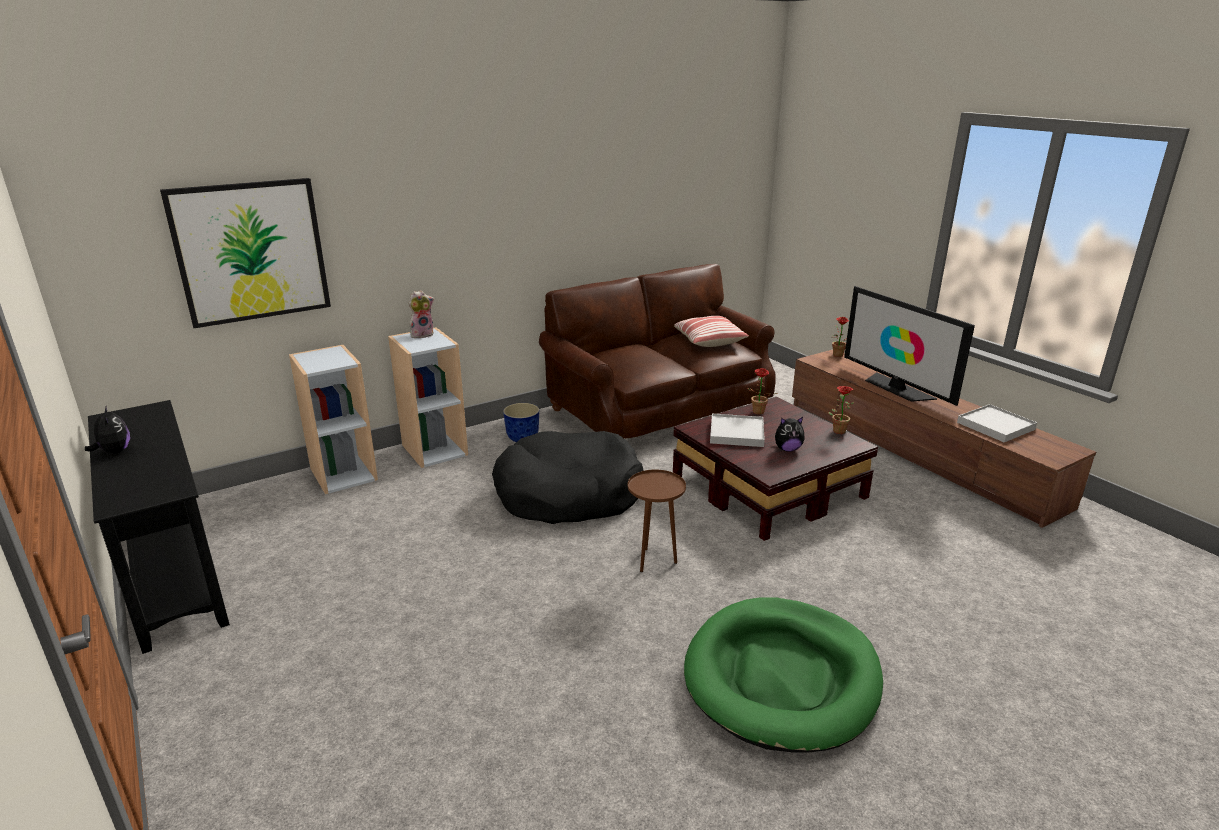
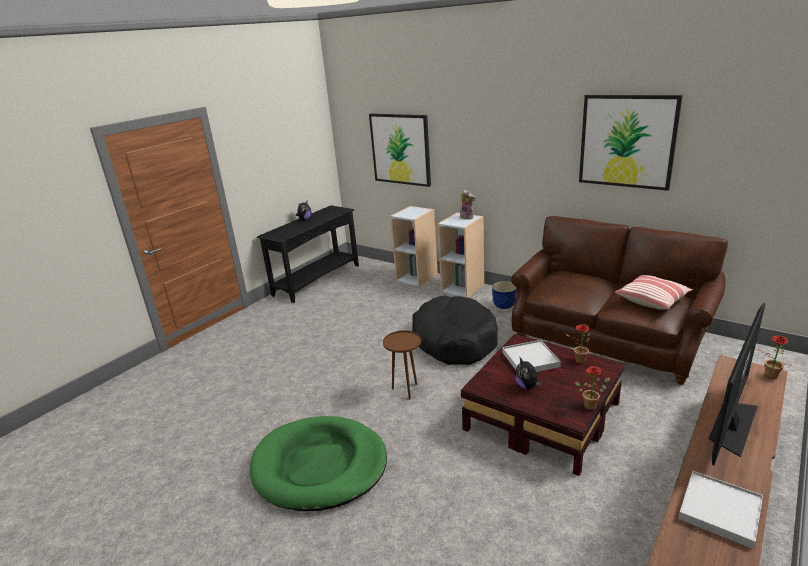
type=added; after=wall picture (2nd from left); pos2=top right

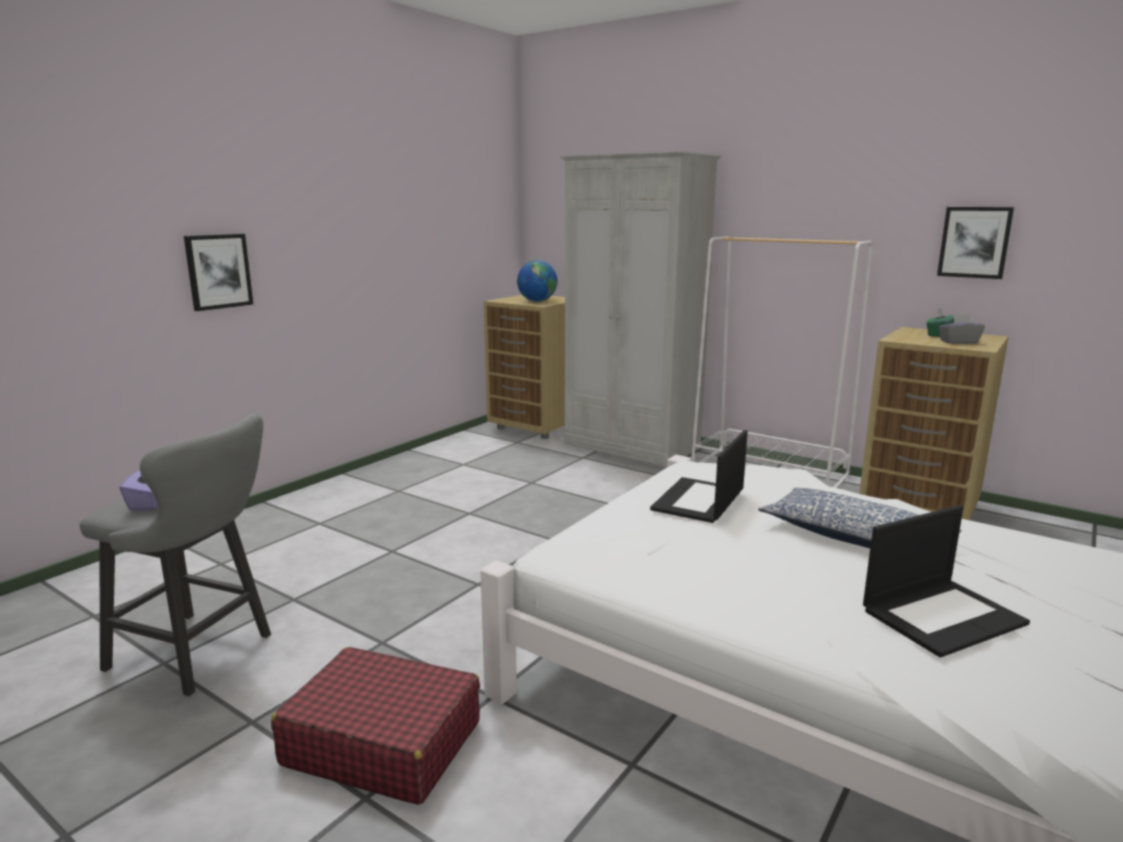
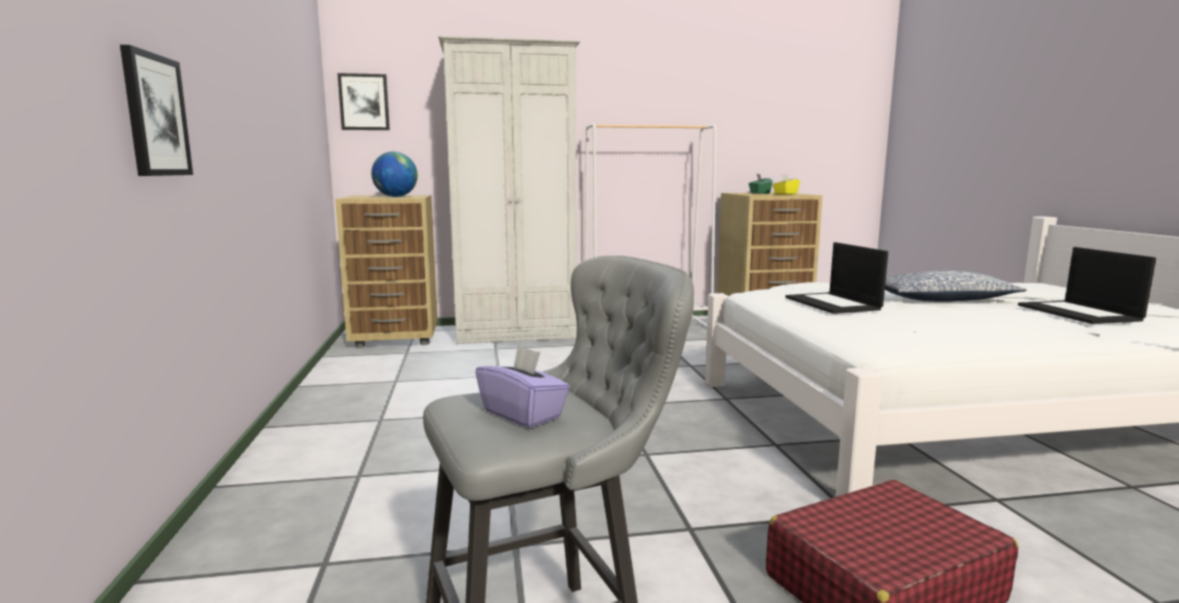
type=turned; before=portable computer (2nd from left); pos1=bottom right; pos2=middle right; turn=150
type=moved; before=wall picture (2nd from left); pos1=top right; pos2=top left
type=recoloured; before=grey tissue box; after=yellow-coloured tissue box; pos1=middle right; pos2=top right

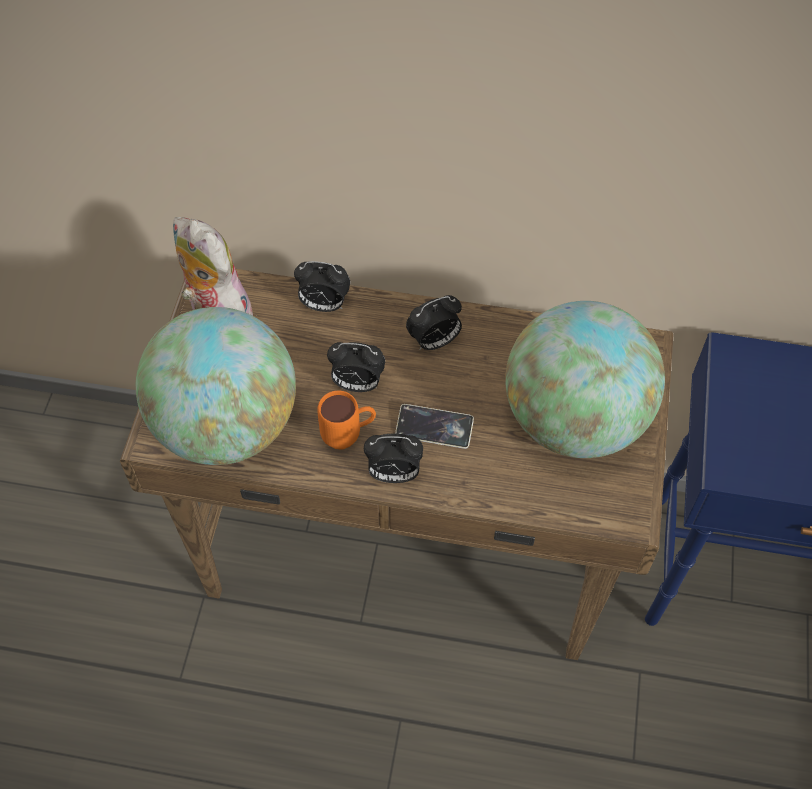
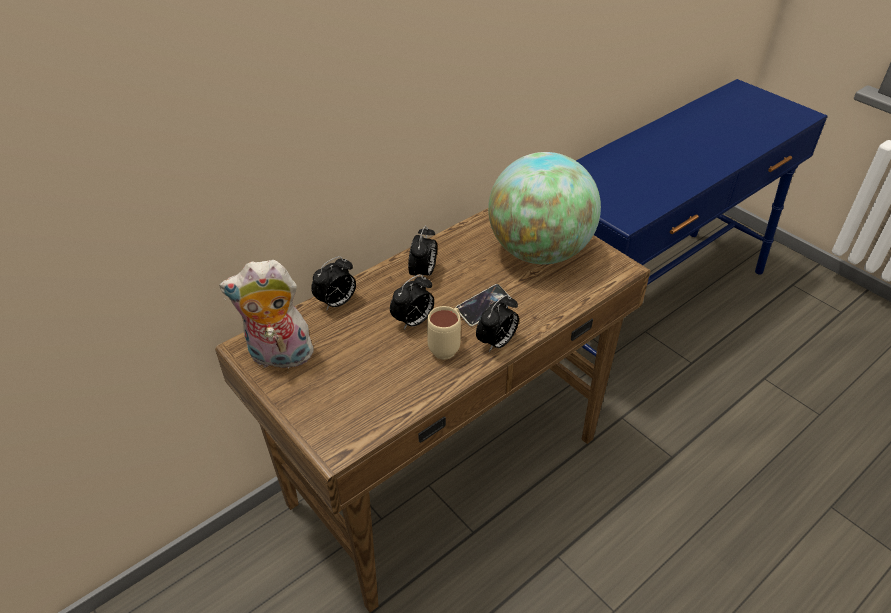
type=removed; before=desk globe (1st from left); pos1=middle left
type=recoloured; before=orange-coloured tea mug; after=beige-coloured tea mug; pos1=centre; pos2=centre

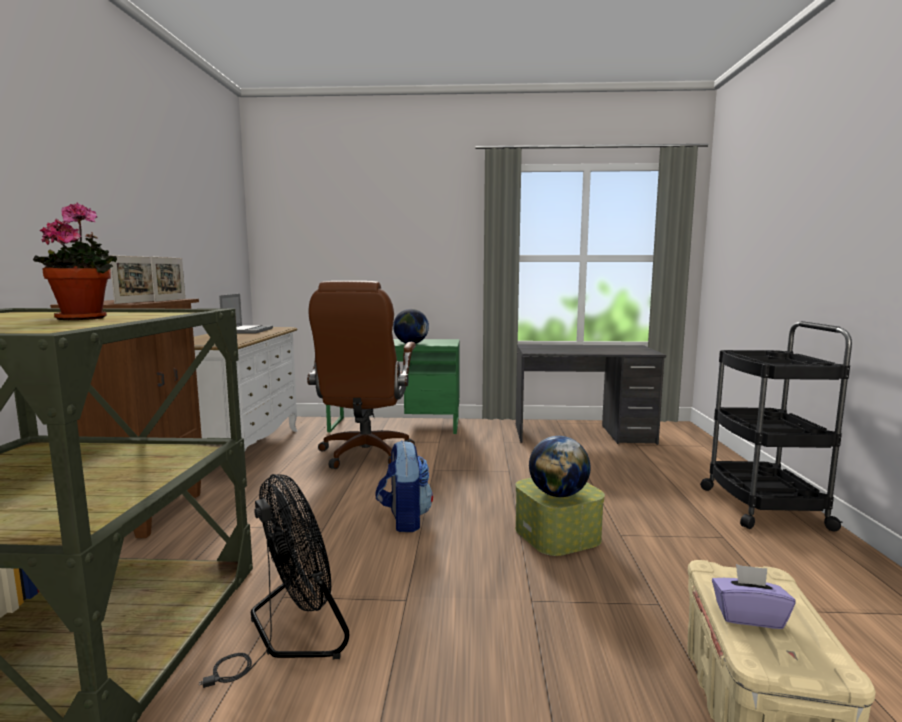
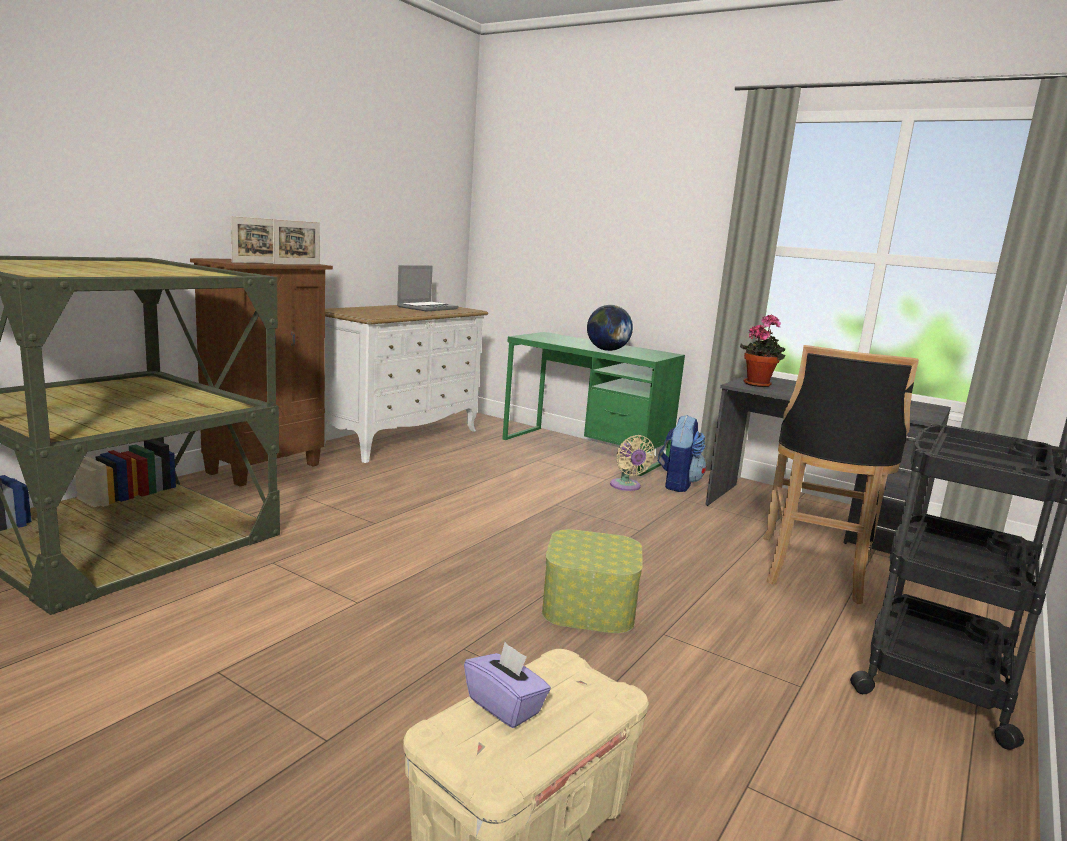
type=moved; before=houseplant; pos1=middle left; pos2=middle right
type=removed; before=blackish electric fan; pos1=bottom left
type=removed; before=brown-coloured computer chair; pos1=centre
type=moved; before=knapsack; pos1=bottom centre; pos2=centre
type=removed; before=desk globe (2nd from left); pos1=centre
type=added; after=beige-coloured electric fan; pos2=centre
type=added; after=blackish stool seat; pos2=middle right

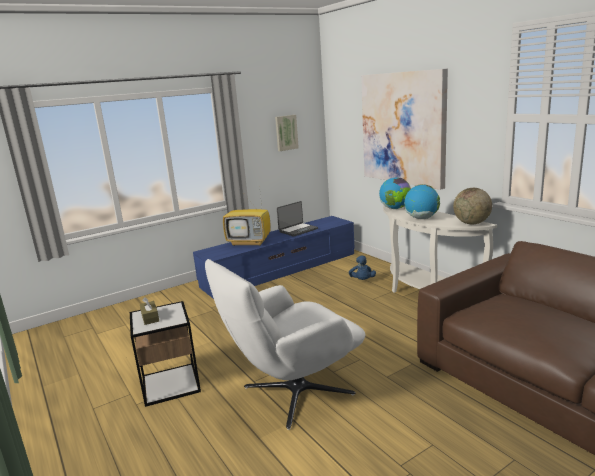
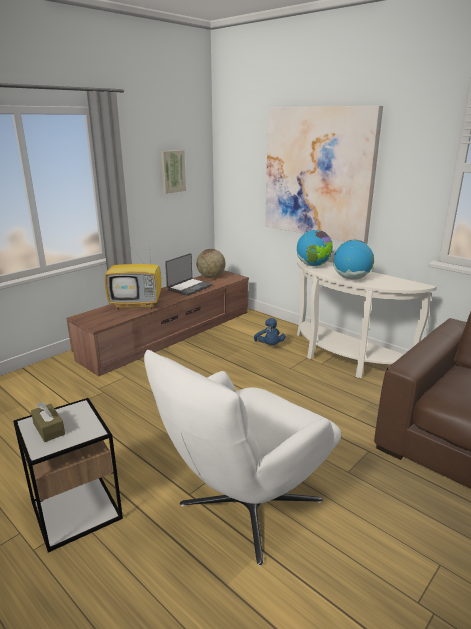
type=recoloured; before=blue tv stand; after=brown-coloured tv stand; pos1=centre; pos2=centre
type=moved; before=desk globe (3rd from left in the first image); after=desk globe (1st from left); pos1=middle right; pos2=centre

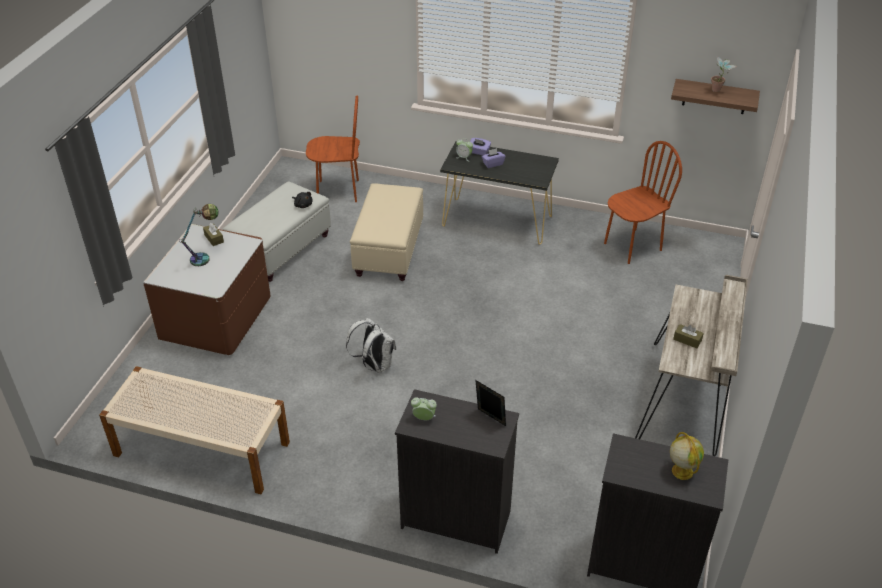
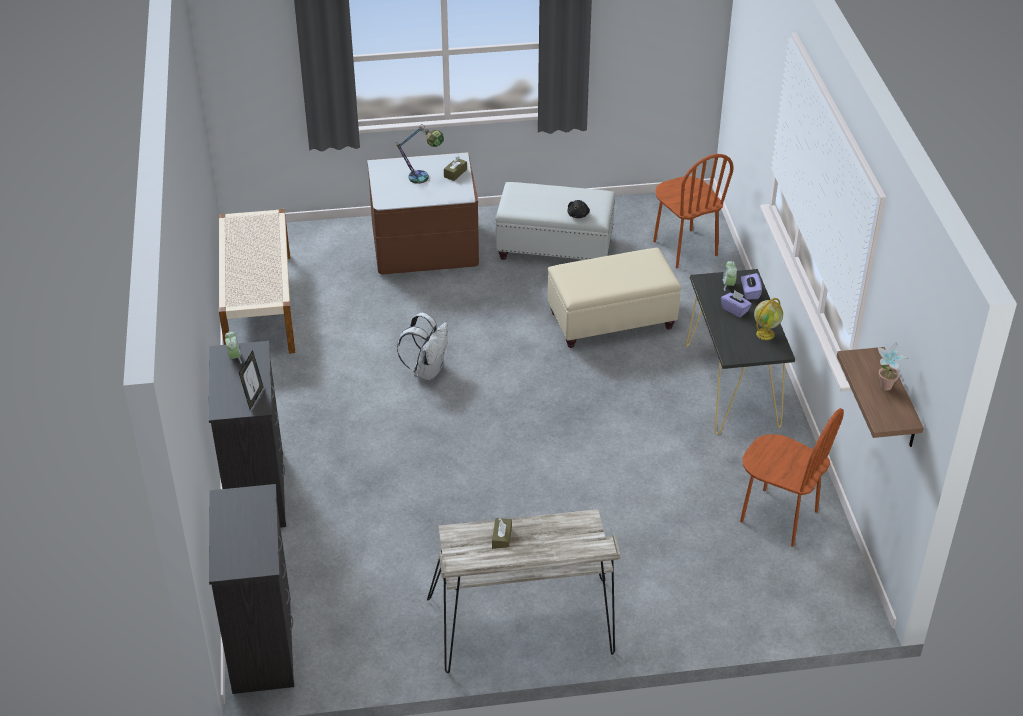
type=moved; before=desk globe; pos1=bottom right; pos2=middle right

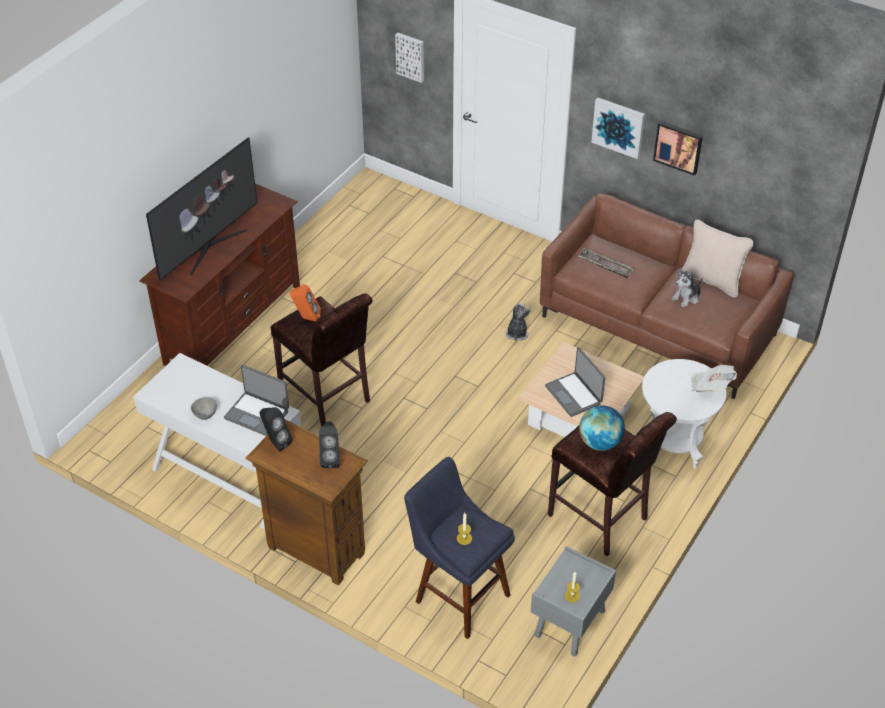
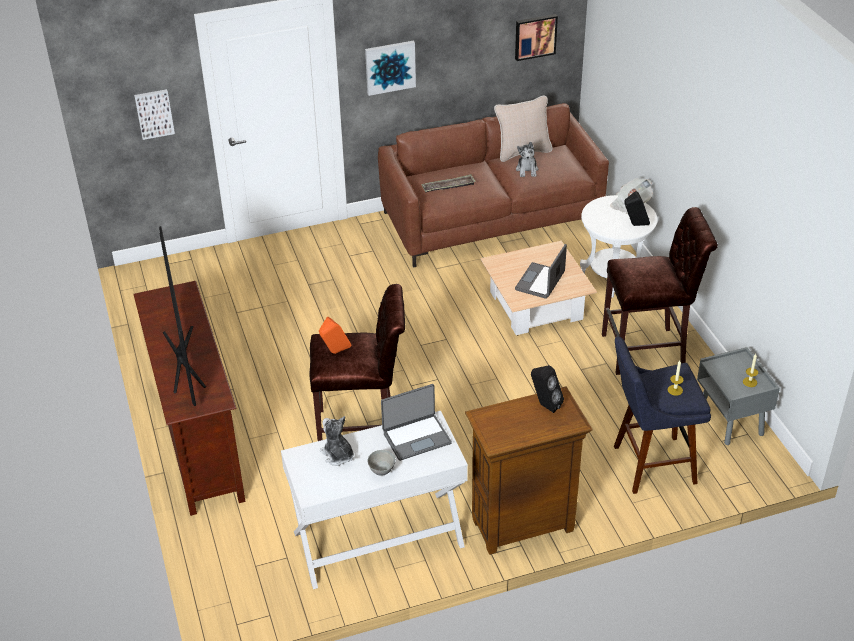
type=moved; before=blackish audio speaker (1st from left in the first image); after=blackish audio speaker (2nd from left); pos1=middle left; pos2=top right
type=moved; before=plush toy (1st from left); pos1=centre; pos2=bottom centre
type=turned; before=portable computer (2nd from left); pos1=centre; pos2=centre; turn=105
type=removed; before=desk globe; pos1=middle right
type=moved; before=wall picture (3rd from left); pos1=top right; pos2=top centre

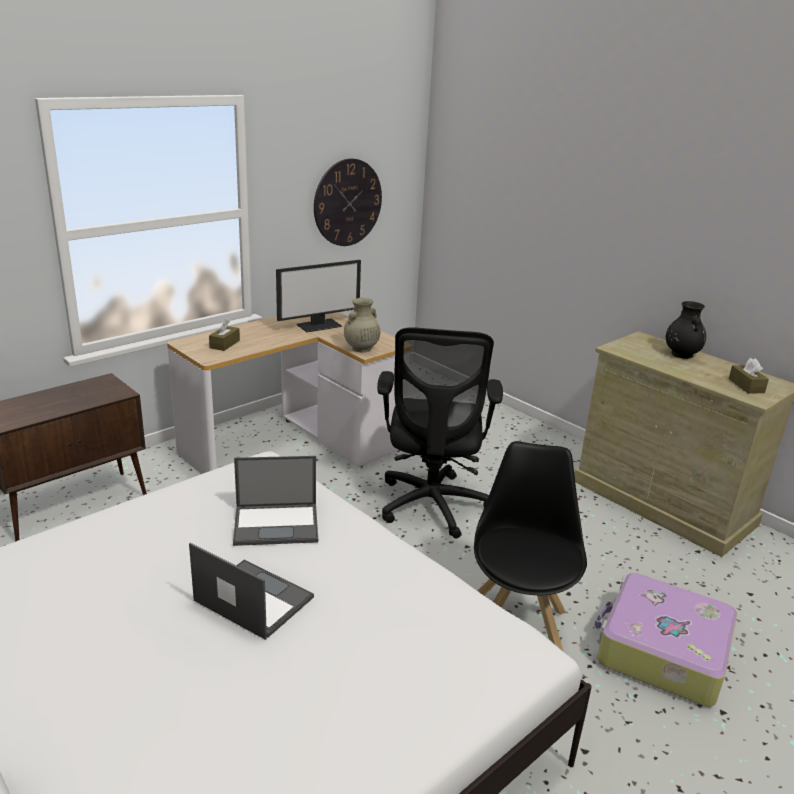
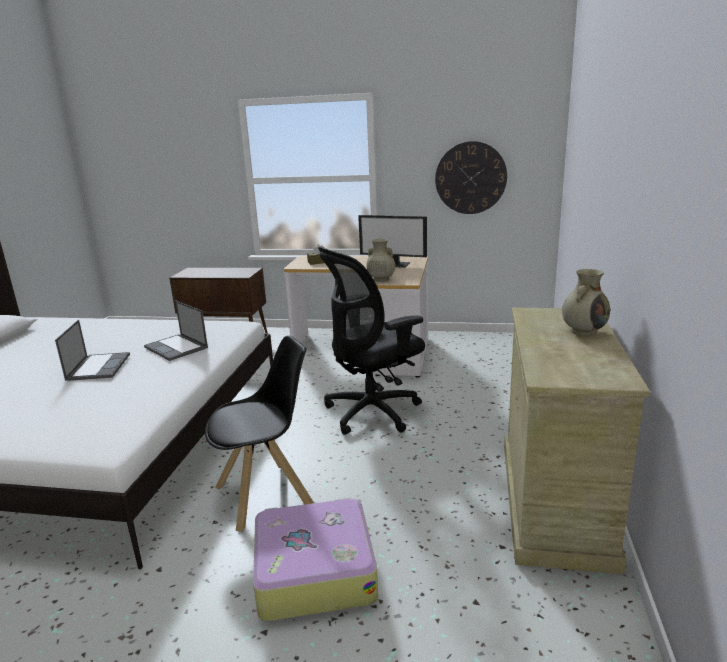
type=recoloured; before=blackish flower vase; after=beige-coloured flower vase (2nd from left); pos1=middle right; pos2=middle right
type=removed; before=brown-coloured tissue box (2nd from left); pos1=middle right

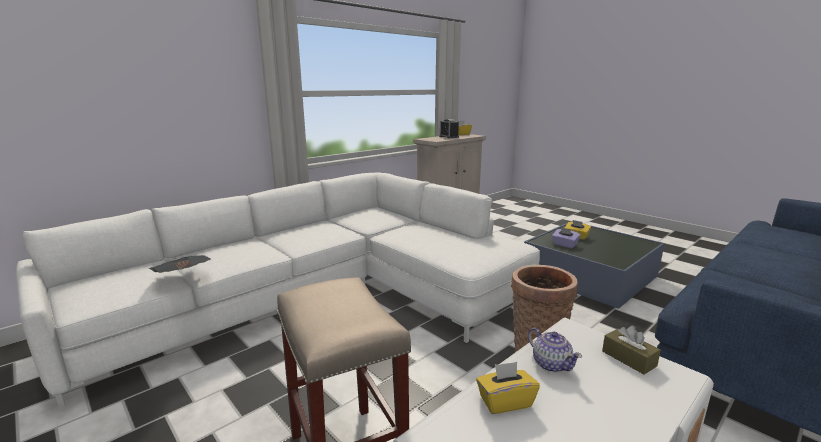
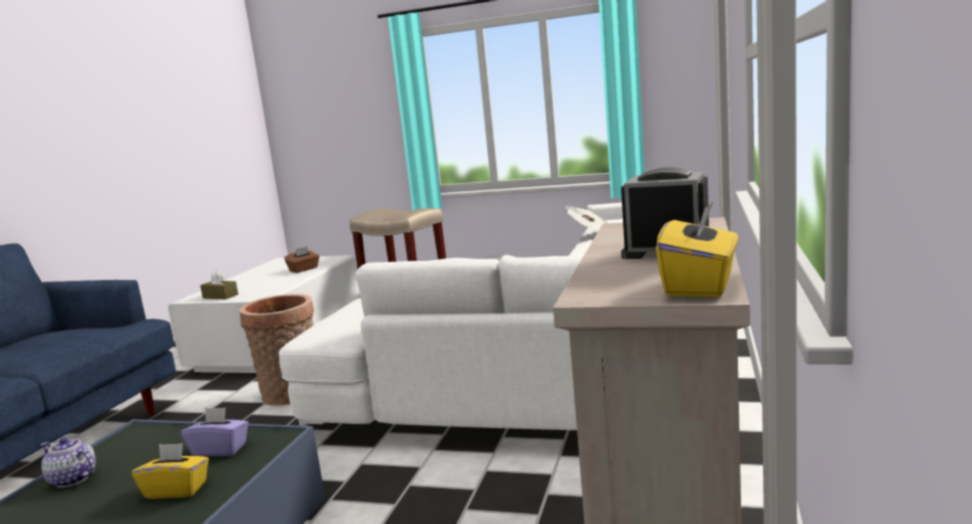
type=recoloured; before=yellow-coloured tissue box (2nd from left); after=brown-coloured tissue box (2nd from left); pos1=bottom centre; pos2=middle left
type=moved; before=pot for tea; pos1=bottom right; pos2=bottom left

